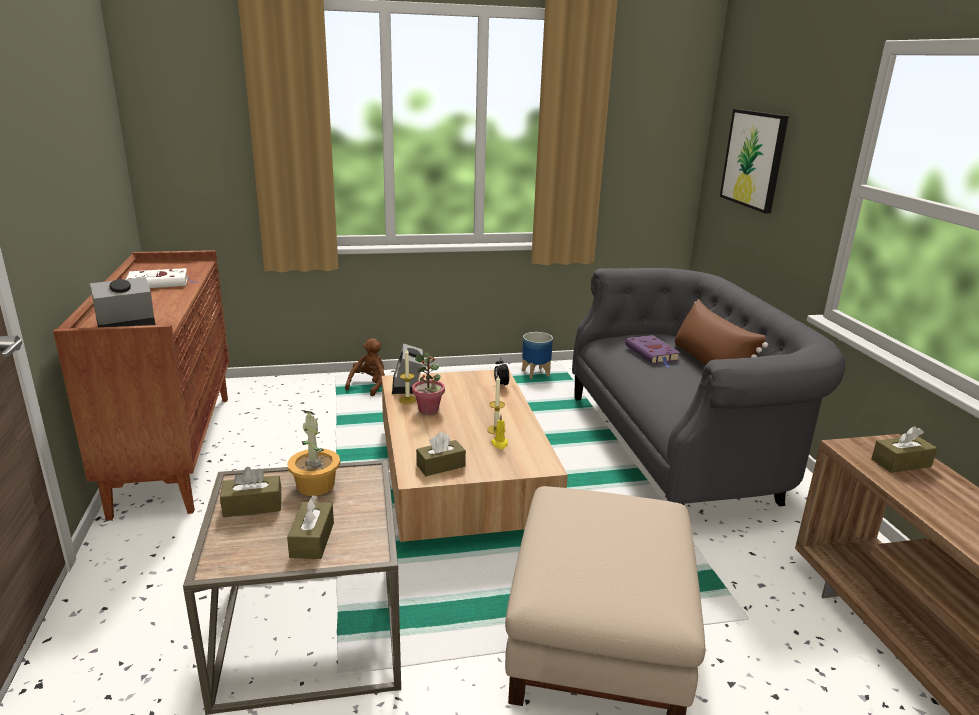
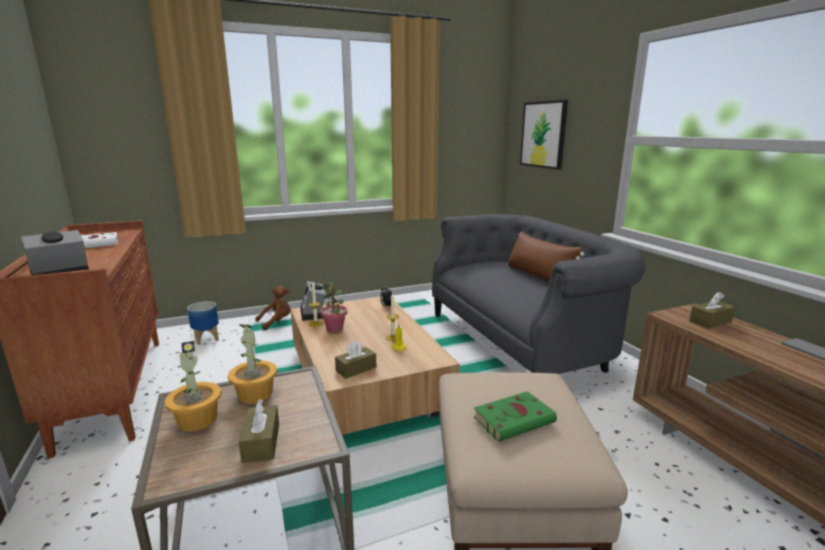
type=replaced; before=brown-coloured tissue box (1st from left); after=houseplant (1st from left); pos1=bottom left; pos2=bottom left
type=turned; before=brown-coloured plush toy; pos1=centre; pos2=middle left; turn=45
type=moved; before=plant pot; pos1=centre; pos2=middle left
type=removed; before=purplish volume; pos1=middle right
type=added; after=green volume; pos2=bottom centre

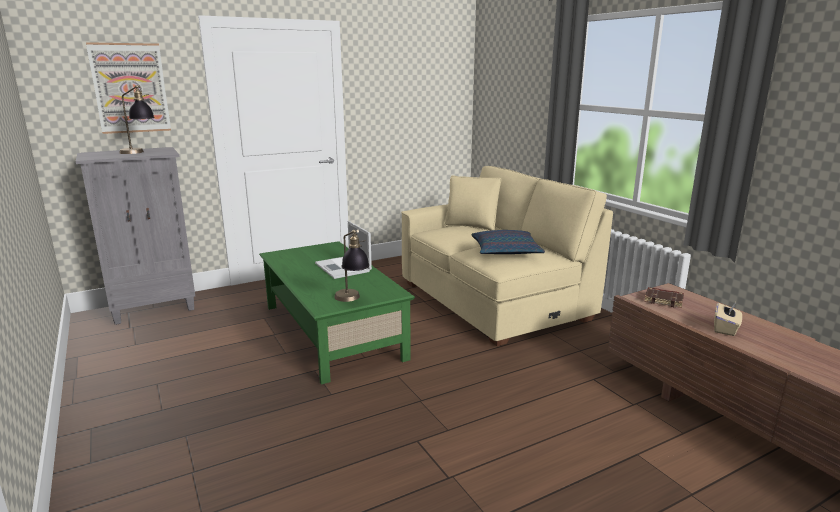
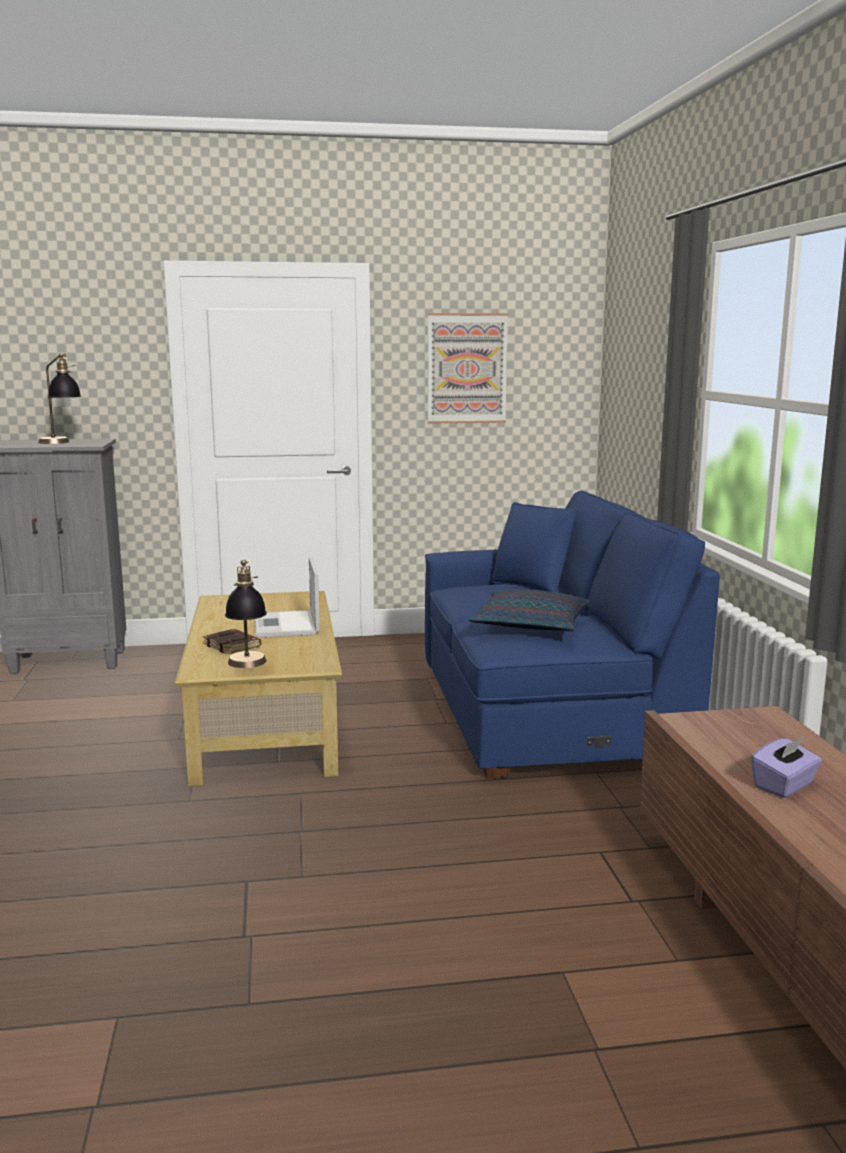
type=moved; before=wall picture; pos1=top left; pos2=top centre
type=recoloured; before=green low table; after=beige-coloured low table; pos1=centre; pos2=middle left
type=recoloured; before=beige-coloured couch; after=blue couch; pos1=centre; pos2=middle right
type=moved; before=brown-coloured volume; pos1=middle right; pos2=middle left
type=recoloured; before=beige-coloured tissue box; after=purplish tissue box; pos1=middle right; pos2=middle right

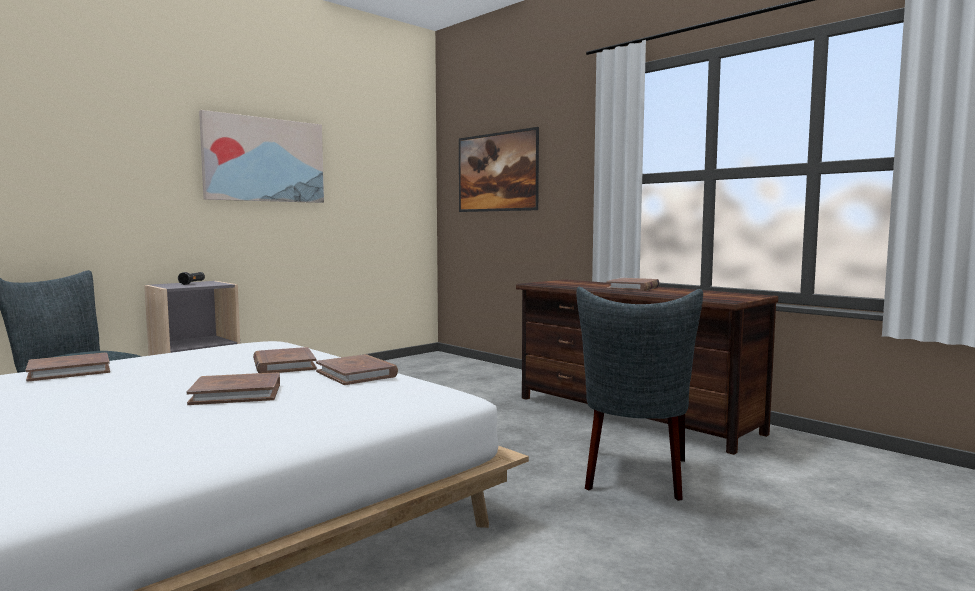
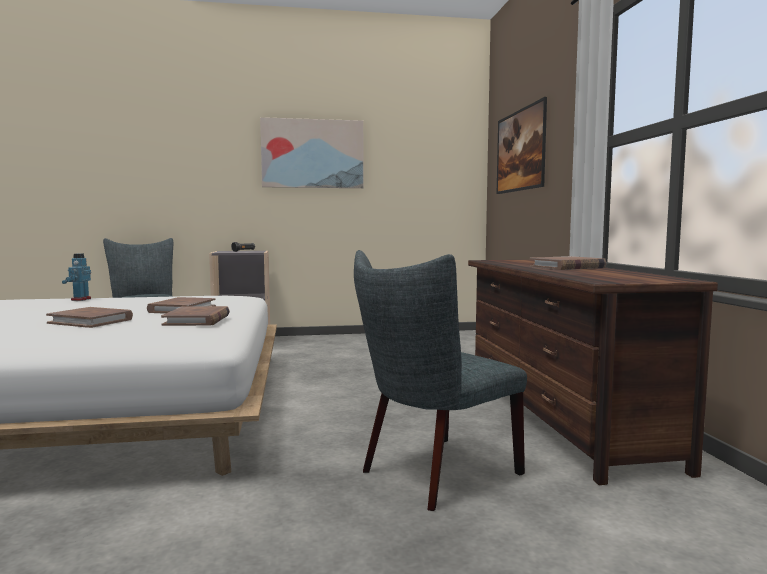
type=replaced; before=brown-coloured volume (1st from left); after=model robot; pos1=middle left; pos2=middle left

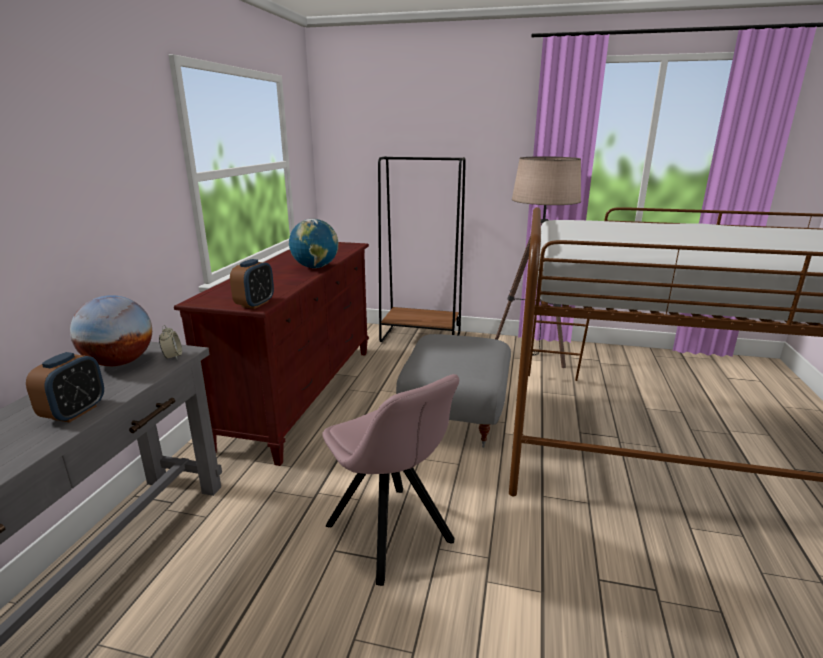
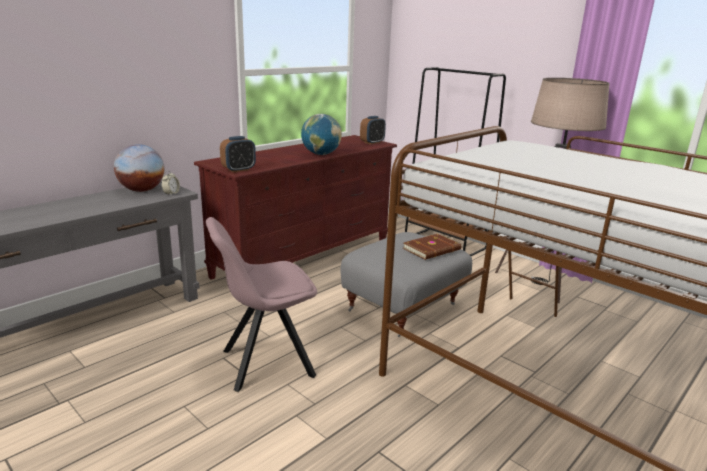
type=moved; before=table clock (1st from left in the first image); after=table clock (3rd from left); pos1=middle left; pos2=top centre
type=turned; before=pinkish plain chair; pos1=bottom centre; pos2=centre; turn=75
type=added; after=brown-coloured volume; pos2=centre

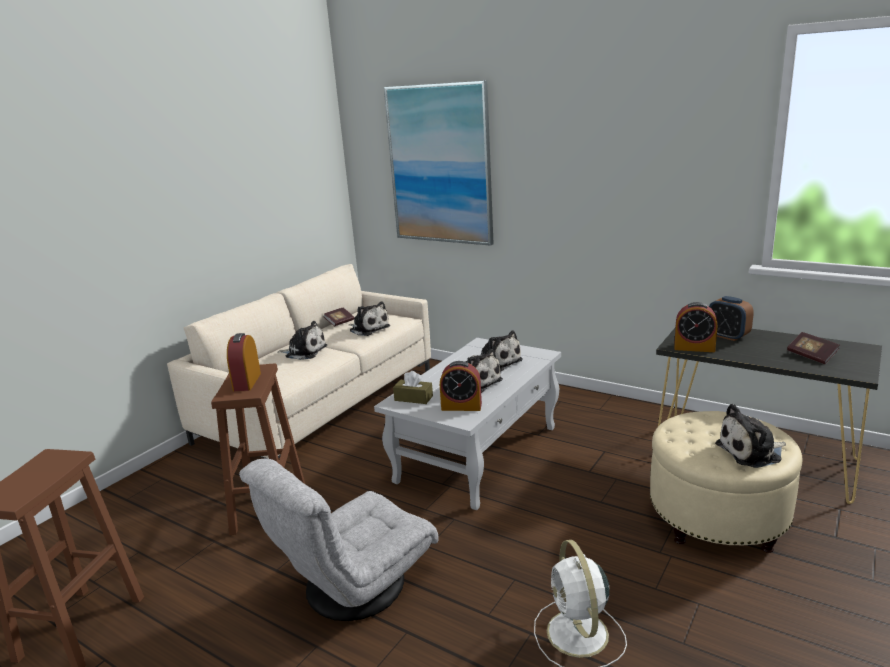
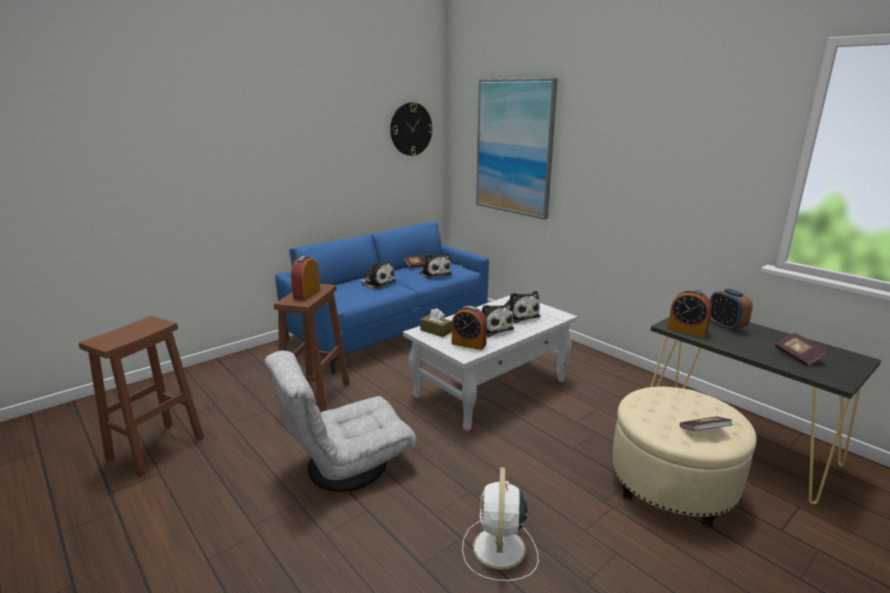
type=recoloured; before=beige-coloured couch; after=blue couch; pos1=centre; pos2=centre
type=replaced; before=plush toy (5th from left); after=volume (2nd from left); pos1=middle right; pos2=bottom right
type=added; after=hanging clock; pos2=top centre

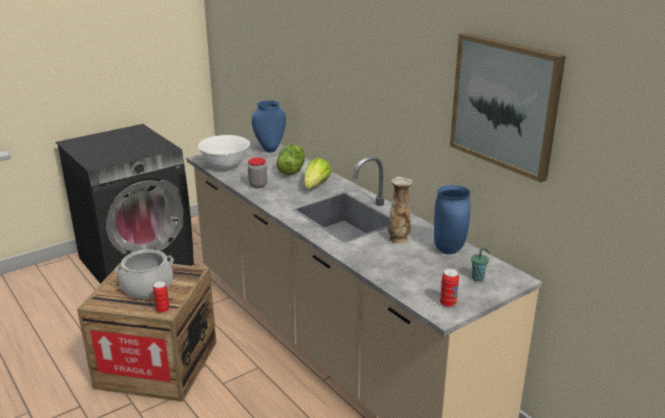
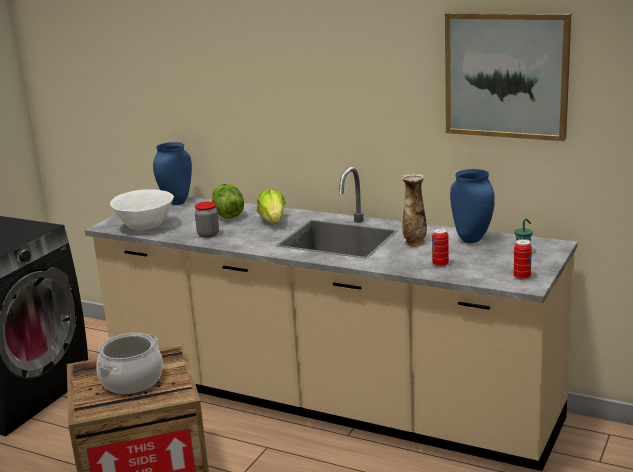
type=moved; before=metal can (1st from left); pos1=bottom left; pos2=middle right

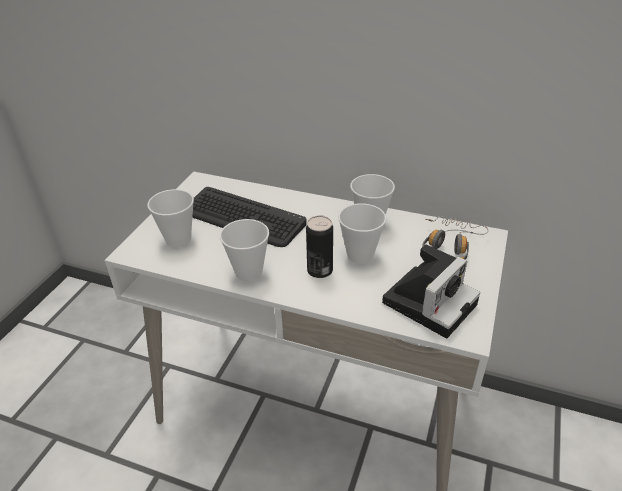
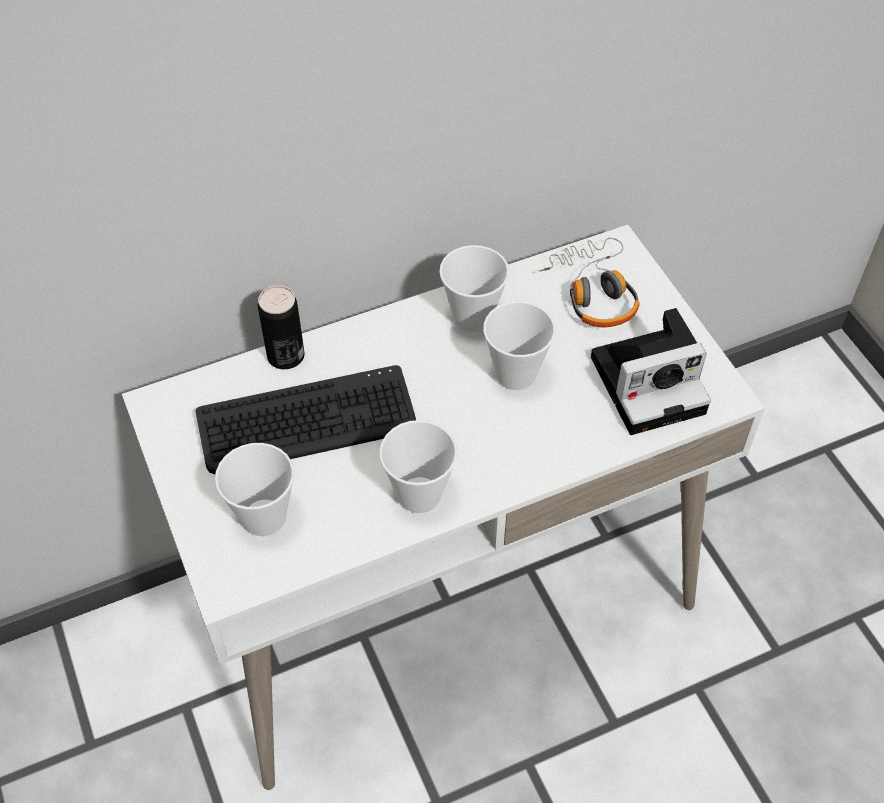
type=moved; before=metal can; pos1=centre; pos2=middle left
type=turned; before=still camera; pos1=middle right; pos2=middle right; turn=75

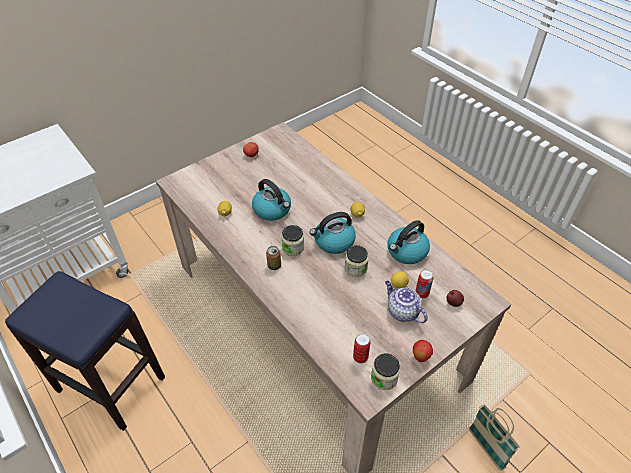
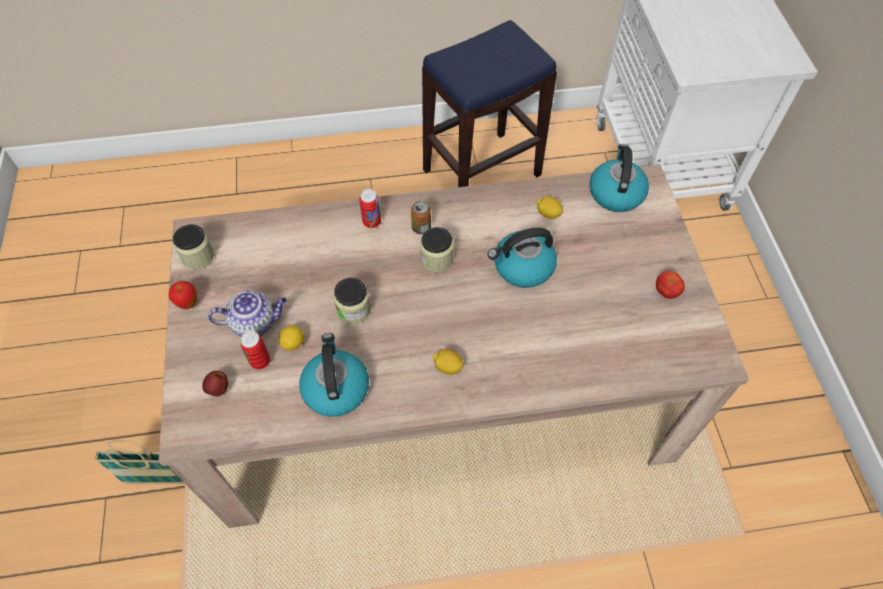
type=moved; before=water kettle (2nd from left in the first image); after=water kettle (3rd from left); pos1=centre; pos2=top right
type=moved; before=metal can (2nd from left); pos1=bottom centre; pos2=centre

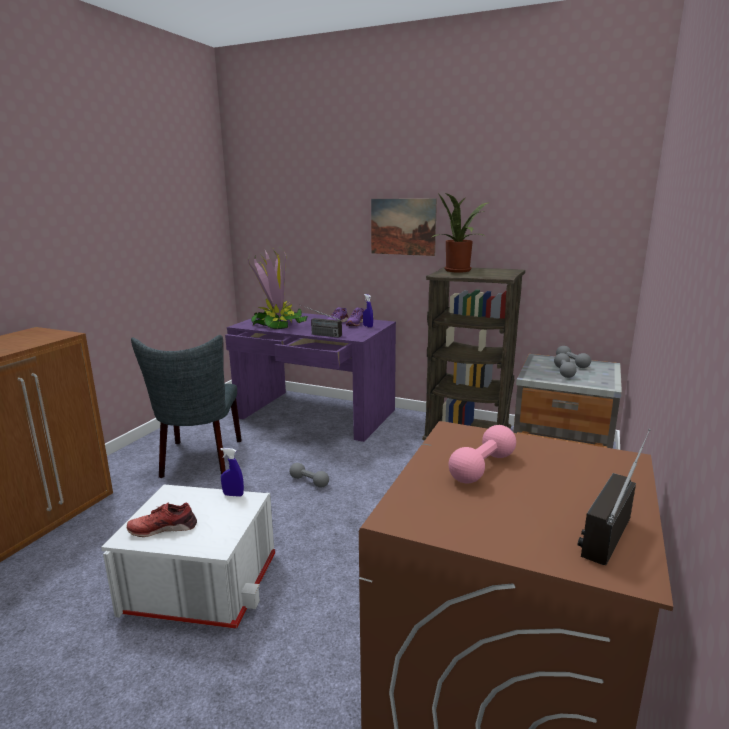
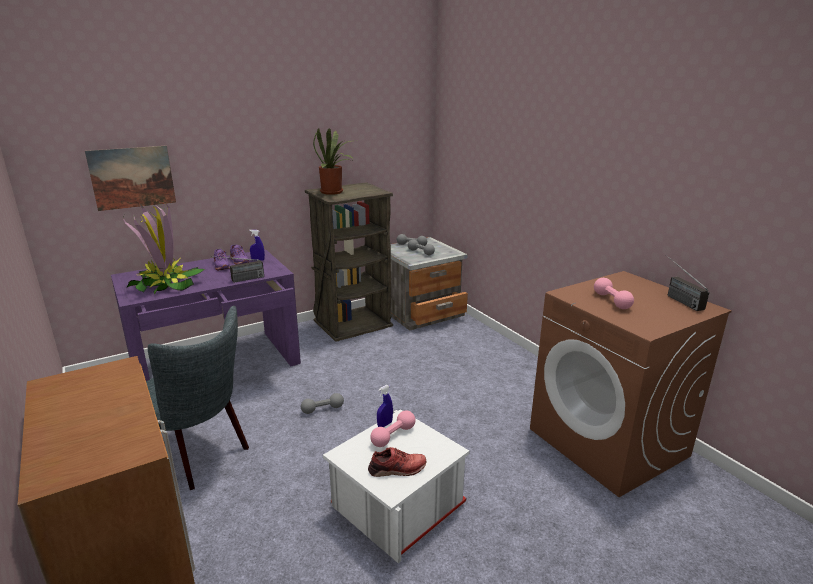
type=turned; before=reddish item of footwear; pos1=bottom left; pos2=bottom centre; turn=-120
type=moved; before=wall picture; pos1=top centre; pos2=top left
type=added; after=pinkish dumbbell (1st from left); pos2=bottom centre

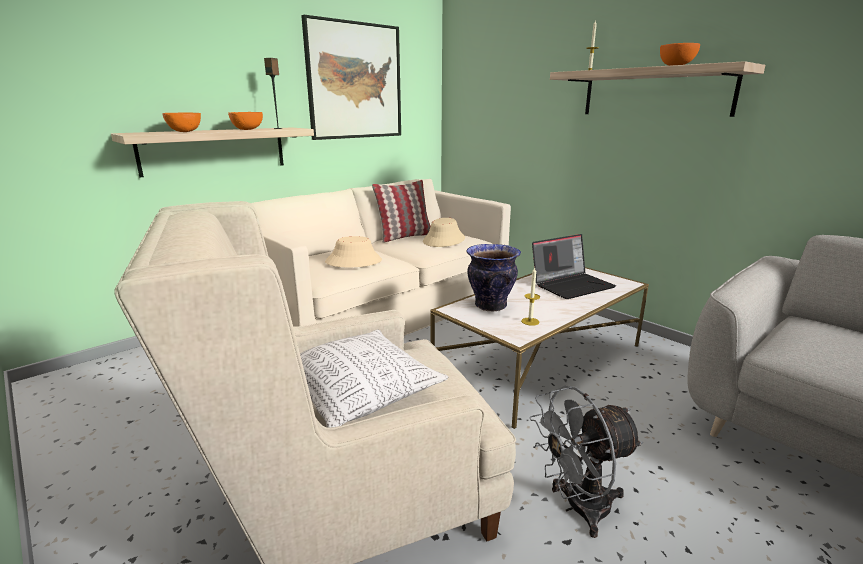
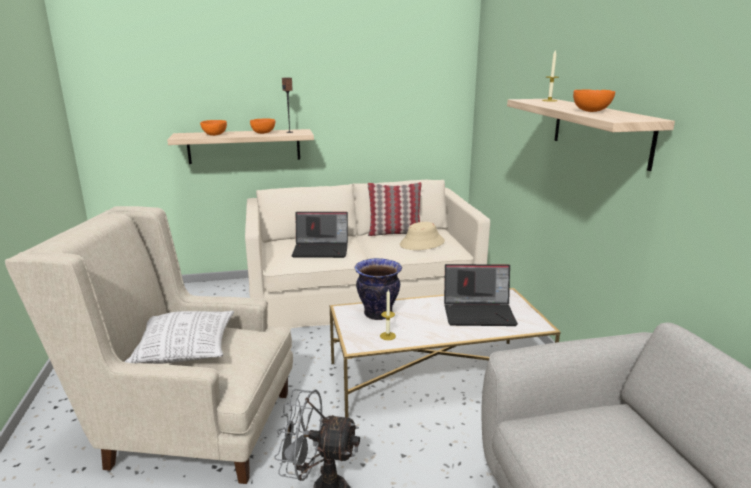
type=removed; before=wall picture; pos1=top centre
type=replaced; before=beige-coloured clothing hat (1st from left); after=portable computer (1st from left); pos1=centre; pos2=centre

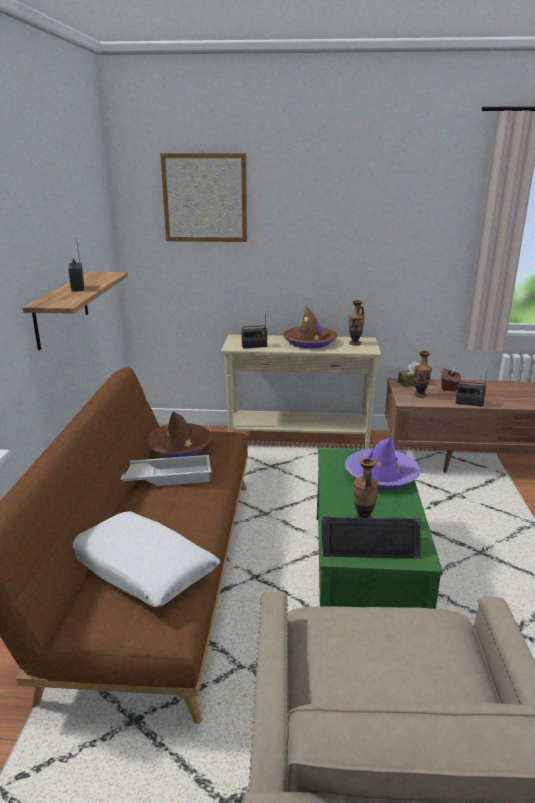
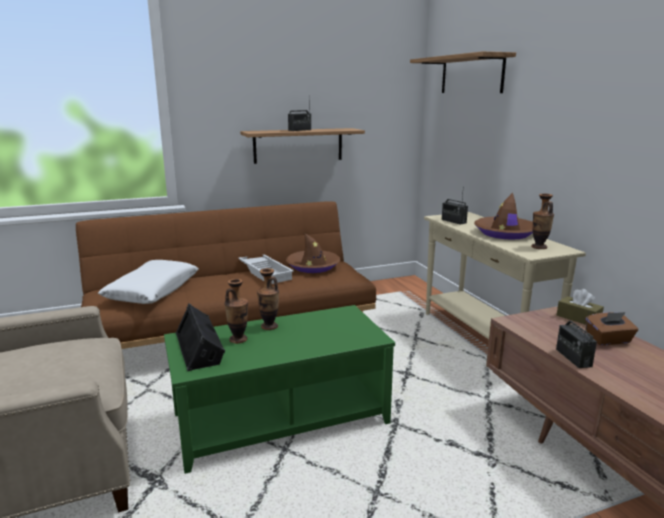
type=replaced; before=wall picture; after=bracket shelf (2nd from left); pos1=top centre; pos2=top right
type=removed; before=purplish clothing hat; pos1=middle right
type=moved; before=flower vase (3rd from left in the first image); after=flower vase (2nd from left); pos1=middle right; pos2=centre

